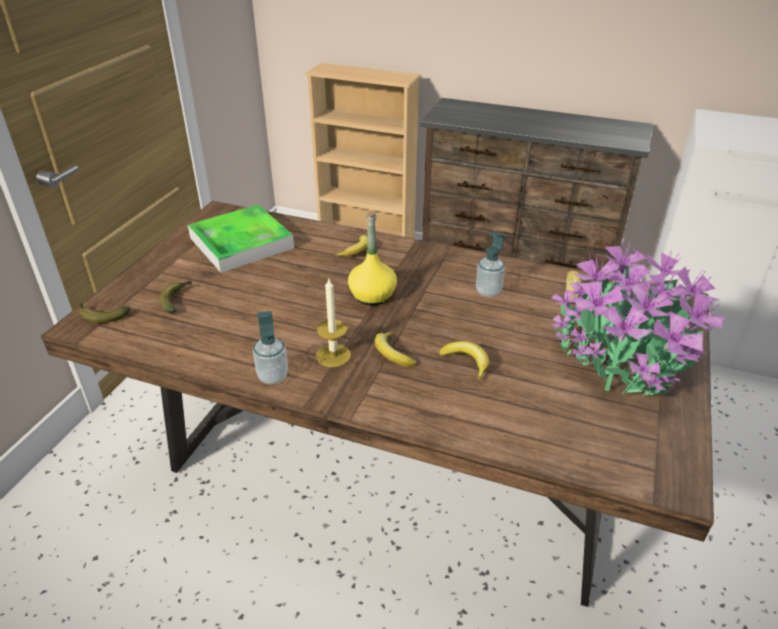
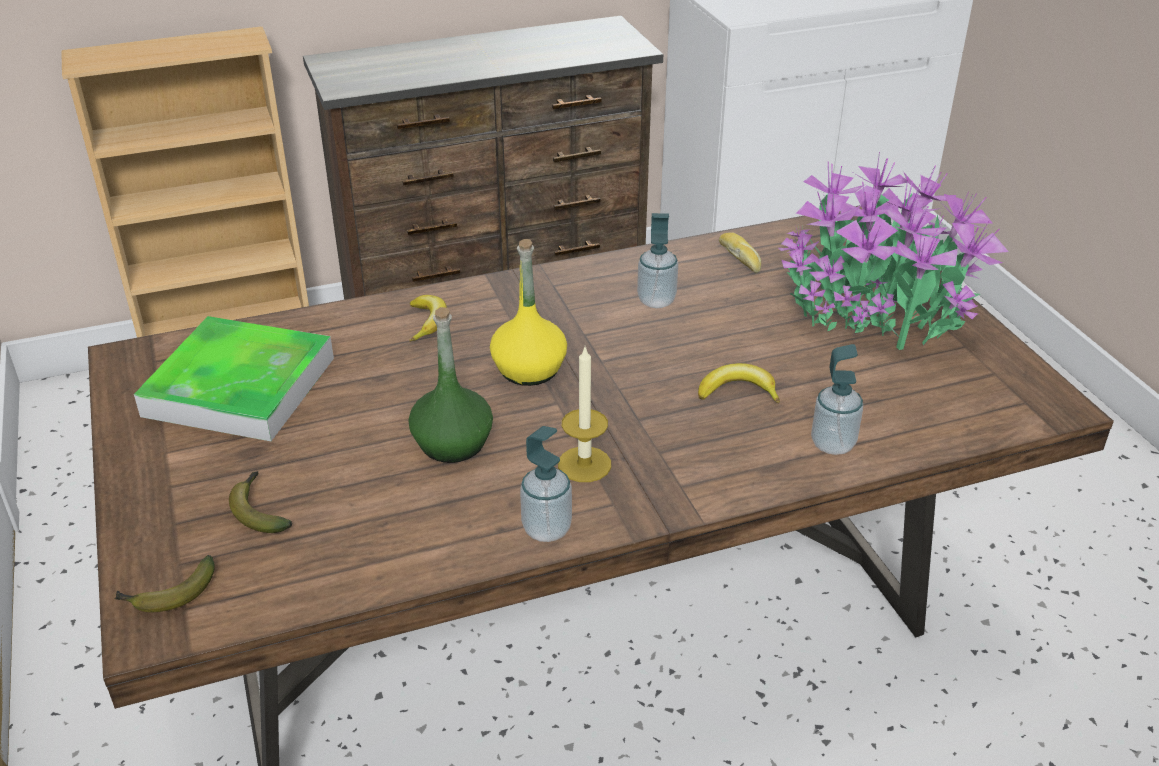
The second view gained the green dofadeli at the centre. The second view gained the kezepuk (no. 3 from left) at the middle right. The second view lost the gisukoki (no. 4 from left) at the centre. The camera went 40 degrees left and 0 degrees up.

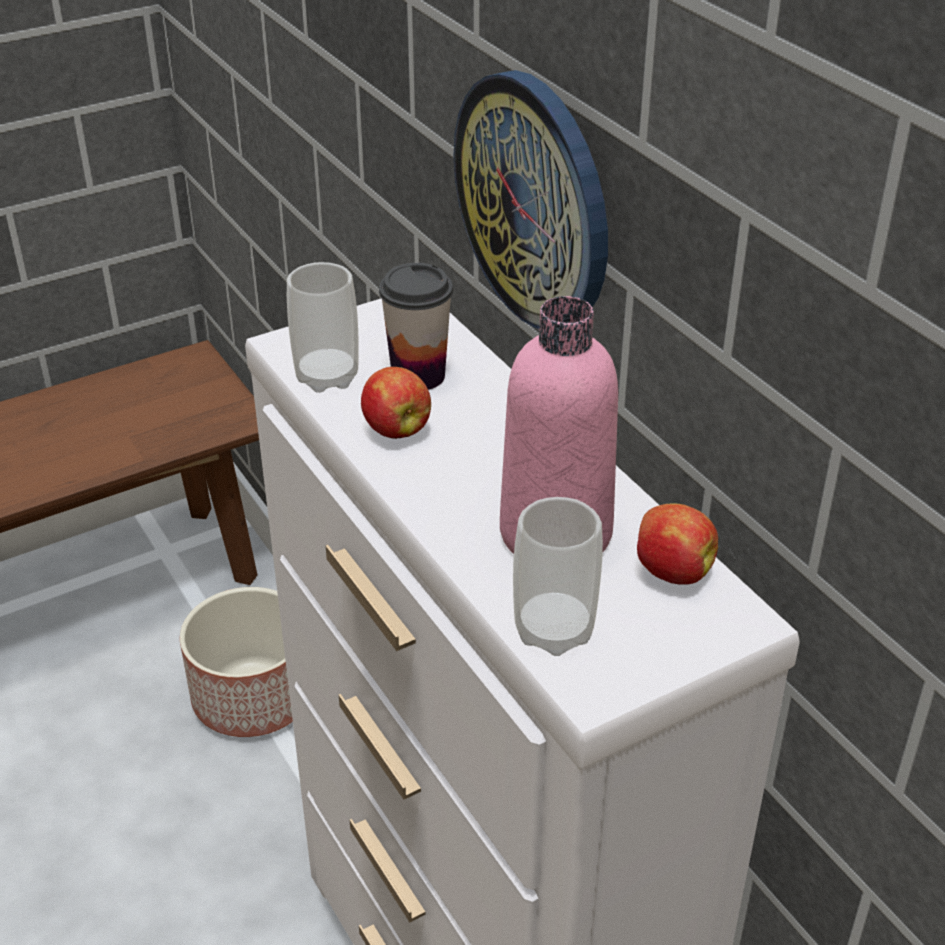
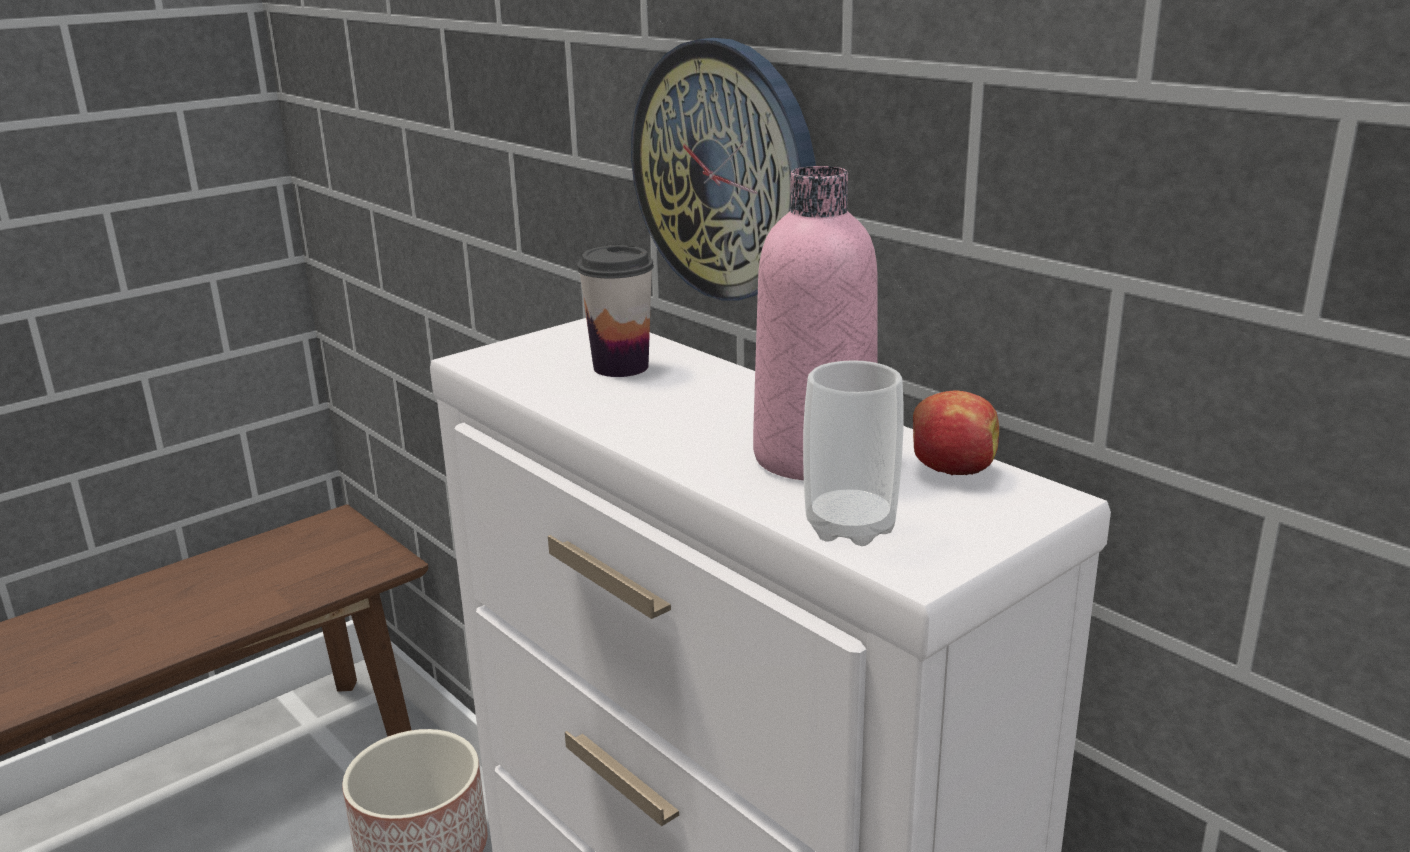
The second view lost the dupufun (no. 1 from left) at the centre. The second view lost the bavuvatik (no. 1 from left) at the centre. The camera went 10 degrees left and 15 degrees down.

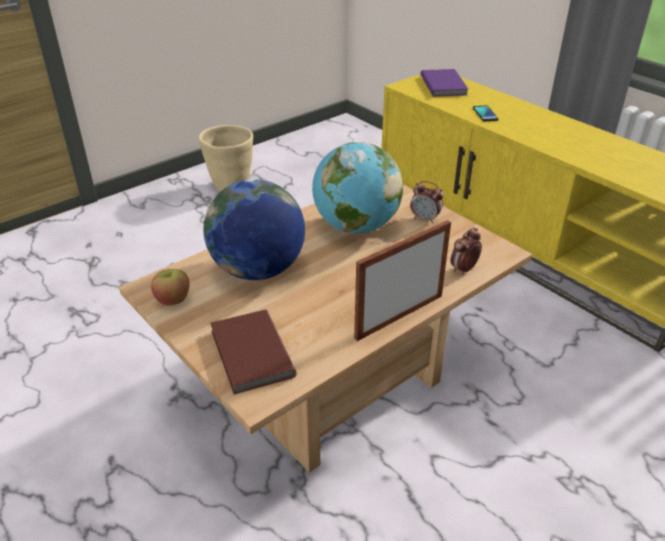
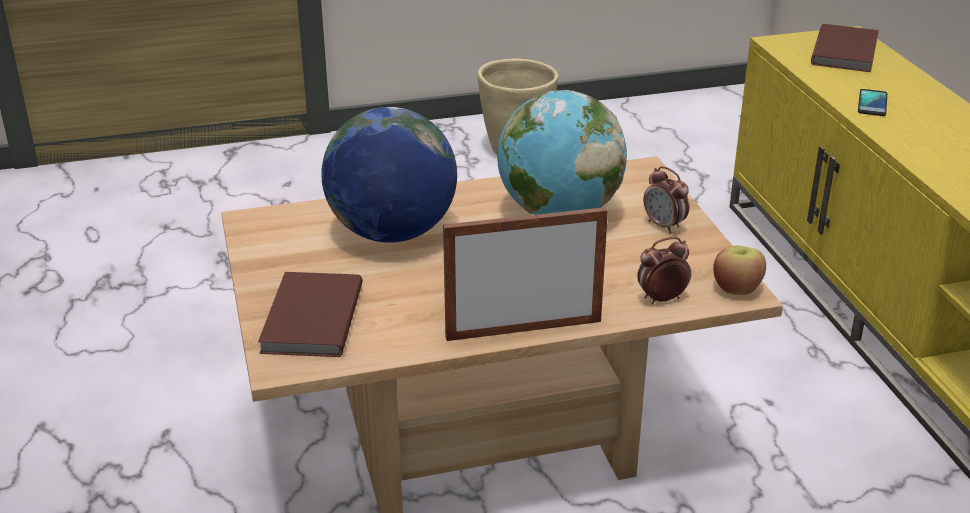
The bavuvatik ended up elsewhere, having gone from the middle left to the middle right. What was the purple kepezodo at the top right turned into the brown kepezodo (no. 2 from left) at the top right. The camera went 25 degrees right and 5 degrees down.

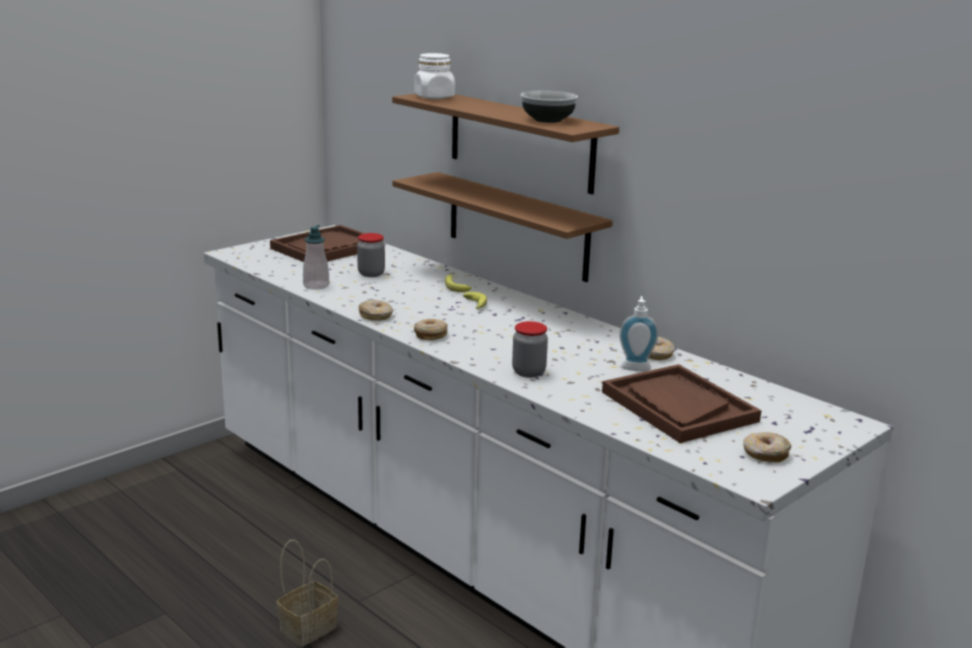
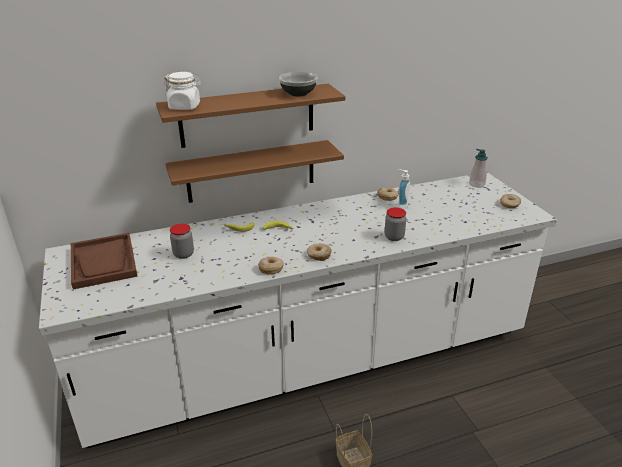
The kezepuk (no. 1 from left in the first image) ended up elsewhere, having gone from the middle left to the middle right. The second view lost the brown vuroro (no. 2 from left) at the middle right. The camera went 65 degrees left and 10 degrees up.

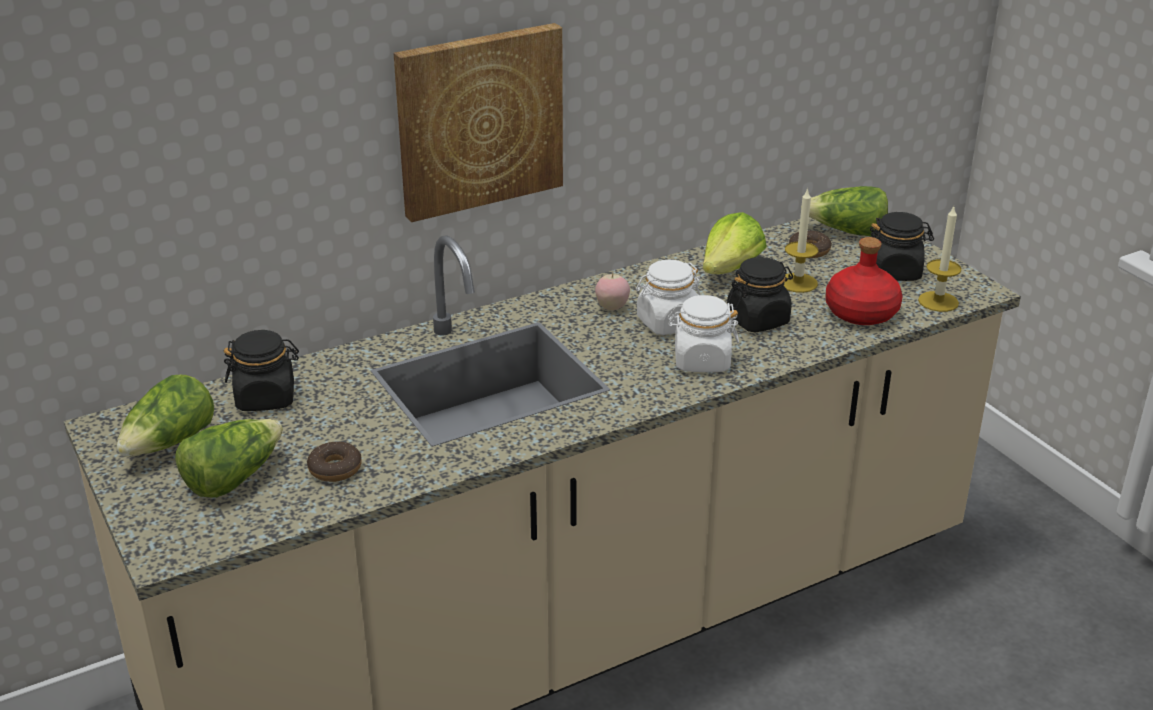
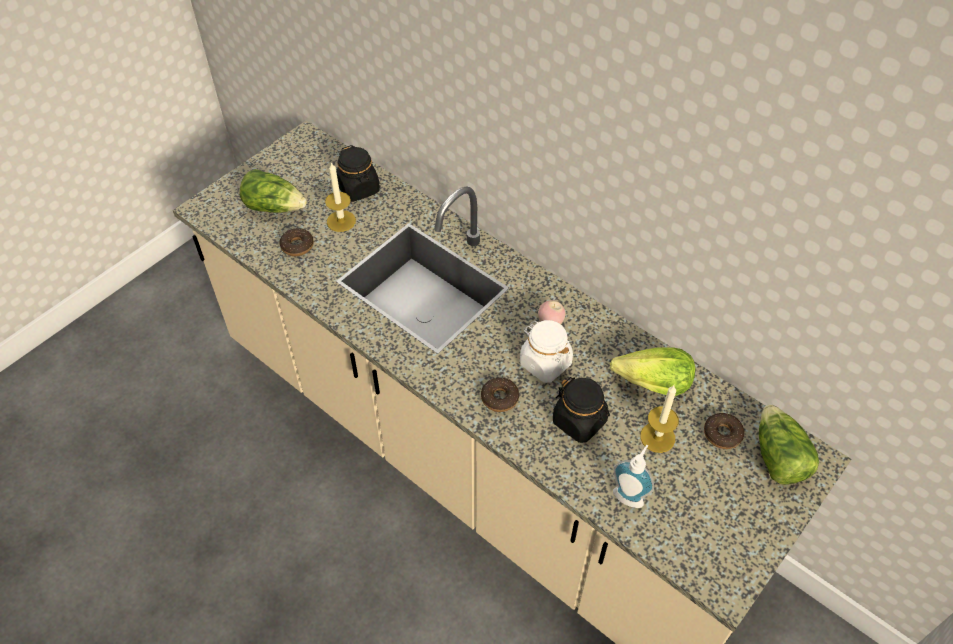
The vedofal (no. 2 from left in the first image) ended up elsewhere, having gone from the middle right to the top centre. Where the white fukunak (no. 2 from left) stood at the centre, the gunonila (no. 2 from left) came to stand at the centre. Where the red dofadeli stood at the middle right, the kezepuk came to stand at the bottom centre. The second view lost the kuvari (no. 1 from left) at the middle left. The second view lost the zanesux at the top centre. The second view lost the black fukunak (no. 3 from left) at the middle right. The camera went 70 degrees right and 20 degrees up.

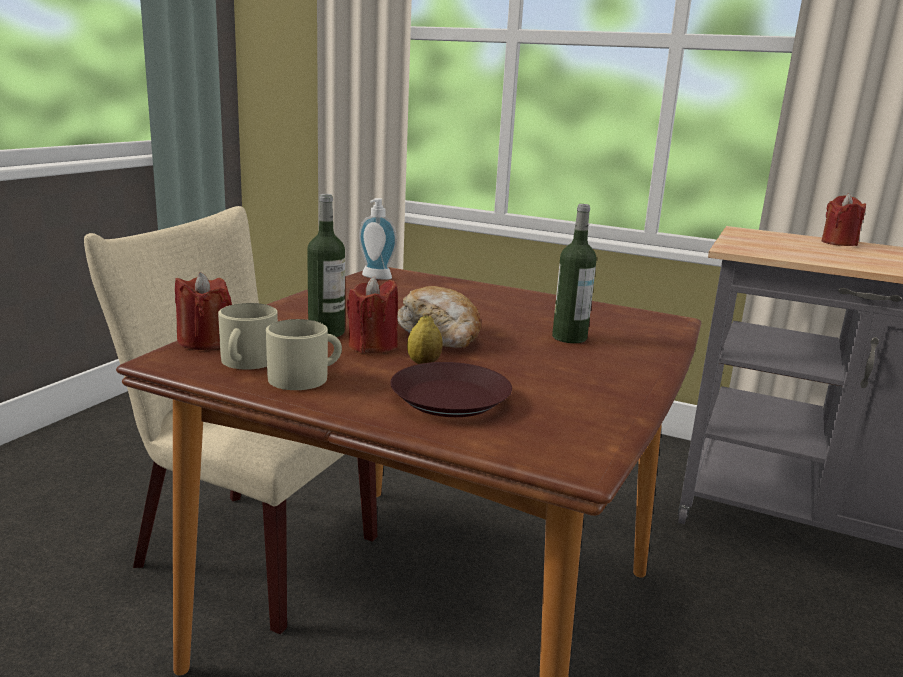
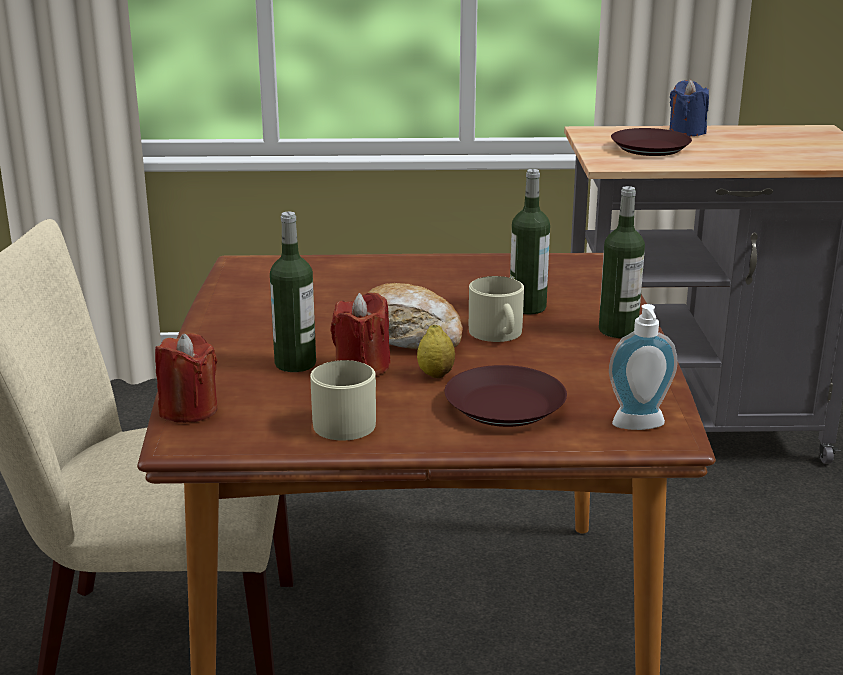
The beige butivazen (no. 1 from left in the first image) ended up elsewhere, having gone from the middle left to the centre. The second view gained the dofadeli (no. 3 from left) at the middle right. The kezepuk ended up elsewhere, having gone from the centre to the middle right. The second view gained the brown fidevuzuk (no. 2 from left) at the top right. What was the red vedofal (no. 3 from left) at the top right turned into the blue vedofal at the top right. The camera went 25 degrees left and 5 degrees up.

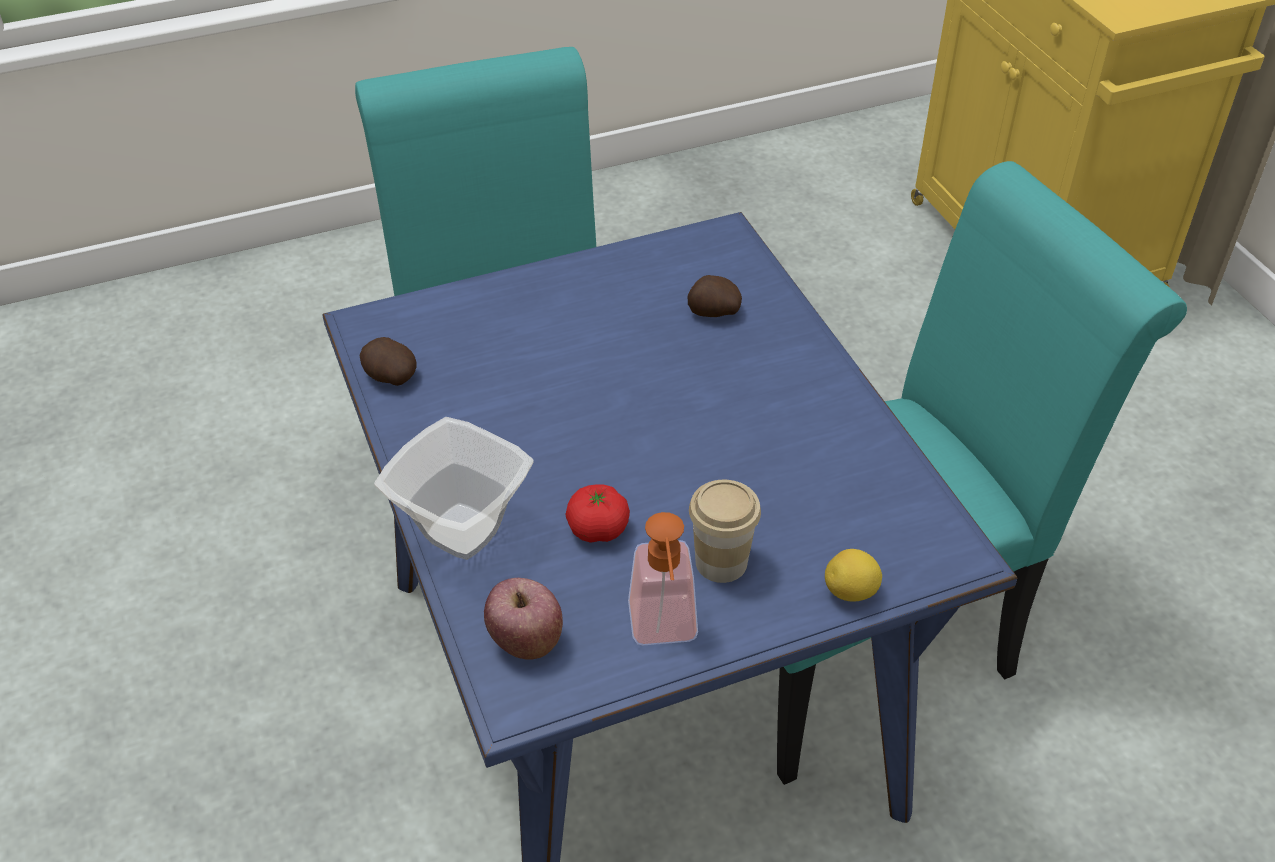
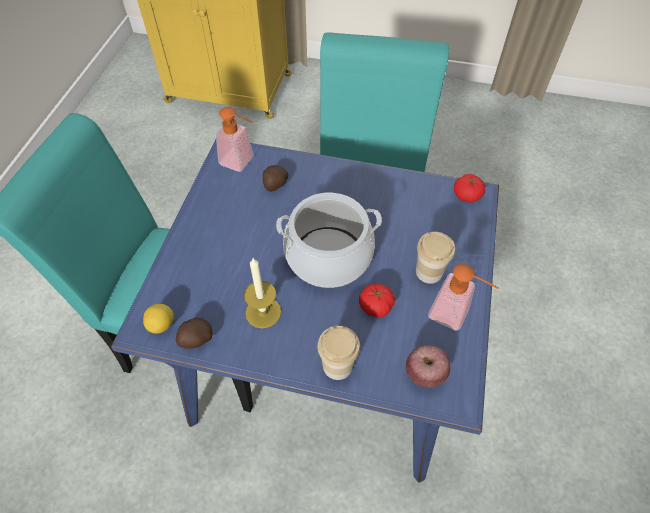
The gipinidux ended up elsewhere, having gone from the bottom right to the middle left. The second view gained the kezepuk (no. 1 from left) at the top centre. The second view gained the vedofal at the centre. The second view gained the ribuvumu at the centre. Where the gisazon stood at the centre, the dupufun (no. 1 from left) came to stand at the bottom centre. The second view gained the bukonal (no. 2 from left) at the middle right. The camera went 55 degrees left and 10 degrees up.

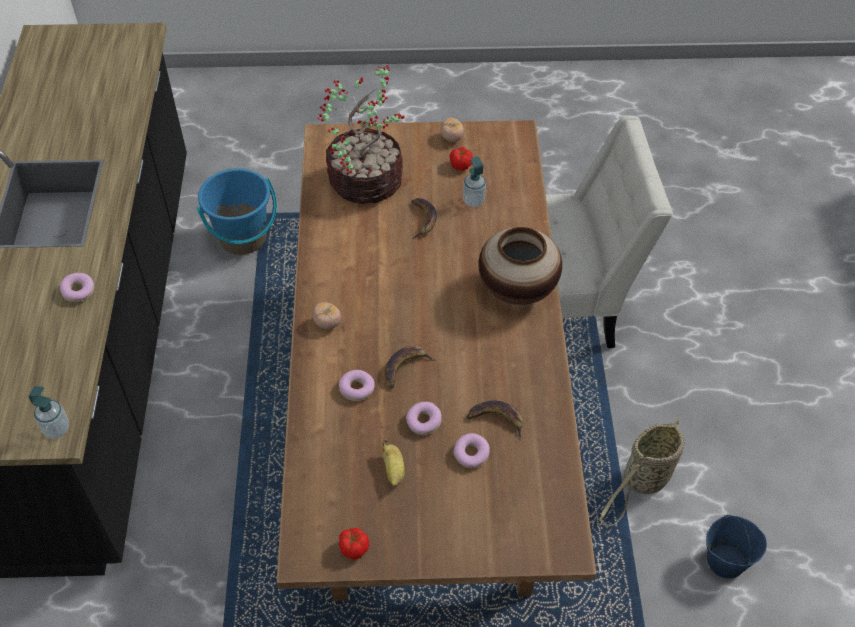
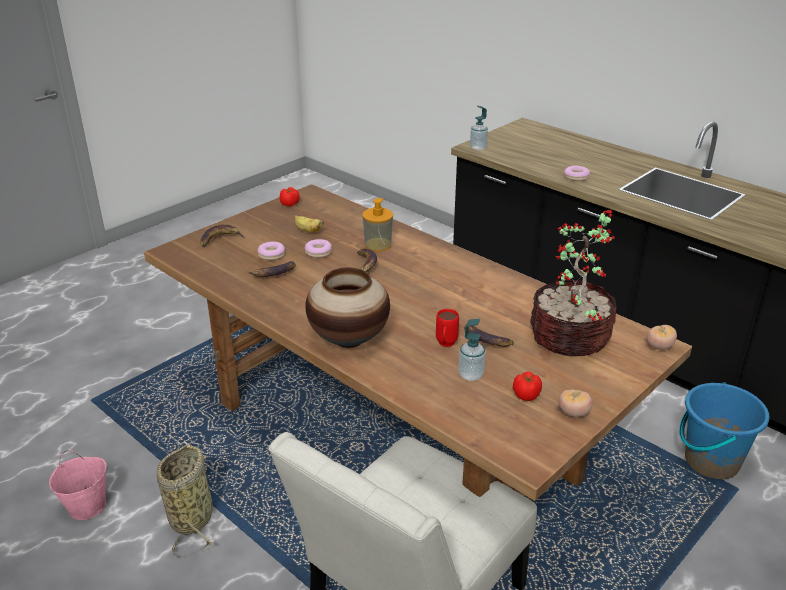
What was the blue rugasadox (no. 2 from left) at the bottom right turned into the pink rugasadox at the bottom left. The second view gained the gisukoki (no. 1 from left) at the middle left. Where the gunonila (no. 2 from left) stood at the centre, the kezepuk (no. 1 from left) came to stand at the centre. The second view gained the red butivazen at the centre. The bukonal (no. 1 from left in the first image) ended up elsewhere, having gone from the centre to the middle right. The camera went 135 degrees right and 20 degrees down.

